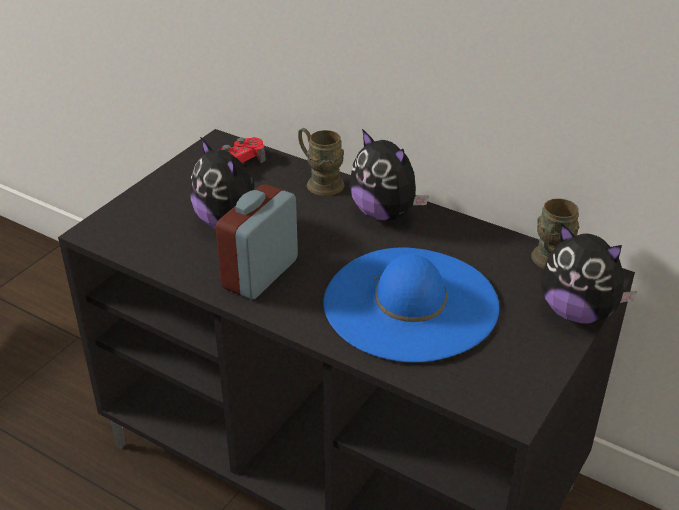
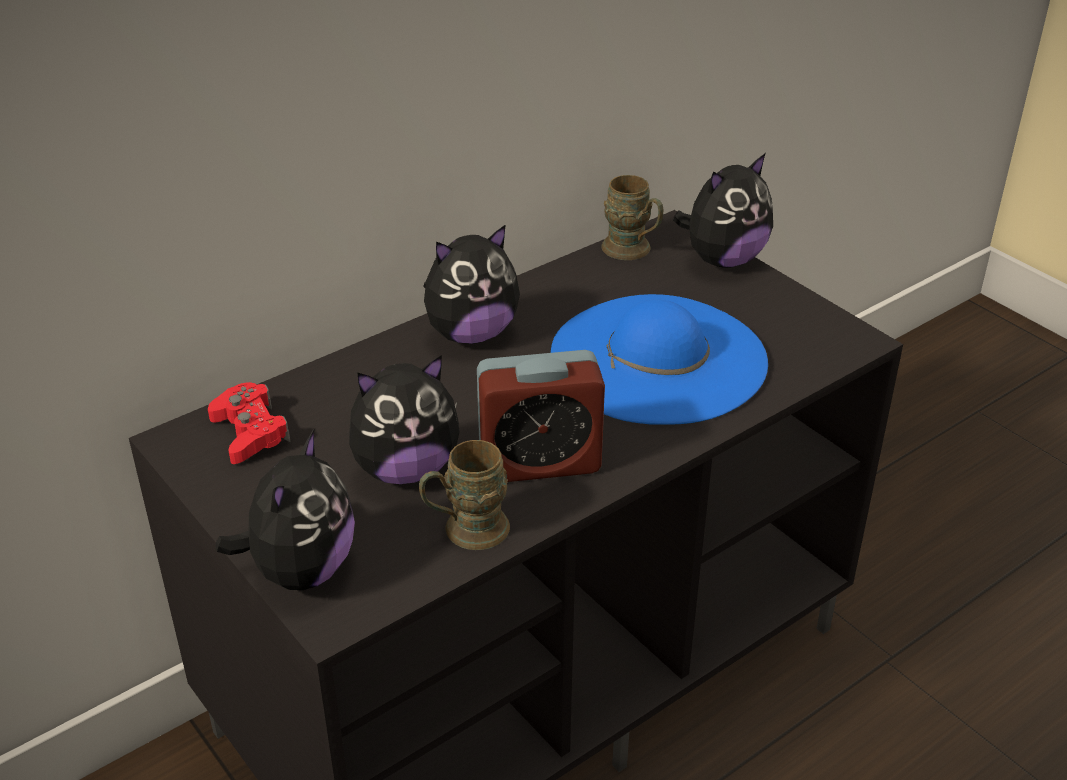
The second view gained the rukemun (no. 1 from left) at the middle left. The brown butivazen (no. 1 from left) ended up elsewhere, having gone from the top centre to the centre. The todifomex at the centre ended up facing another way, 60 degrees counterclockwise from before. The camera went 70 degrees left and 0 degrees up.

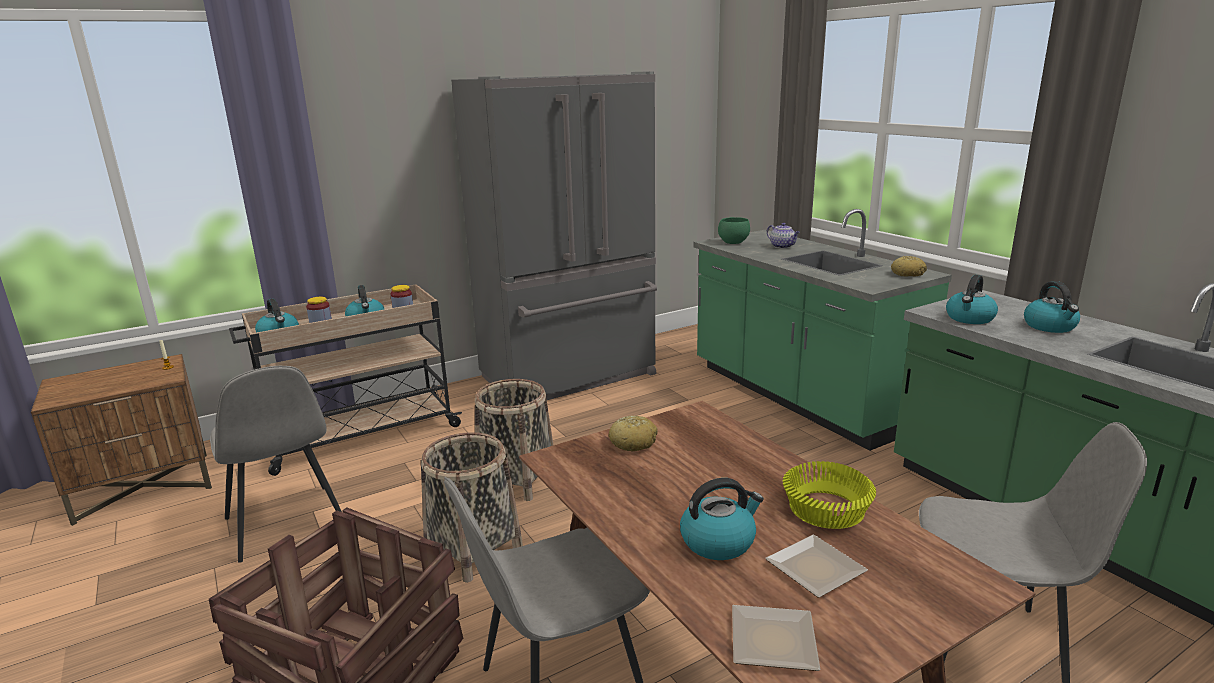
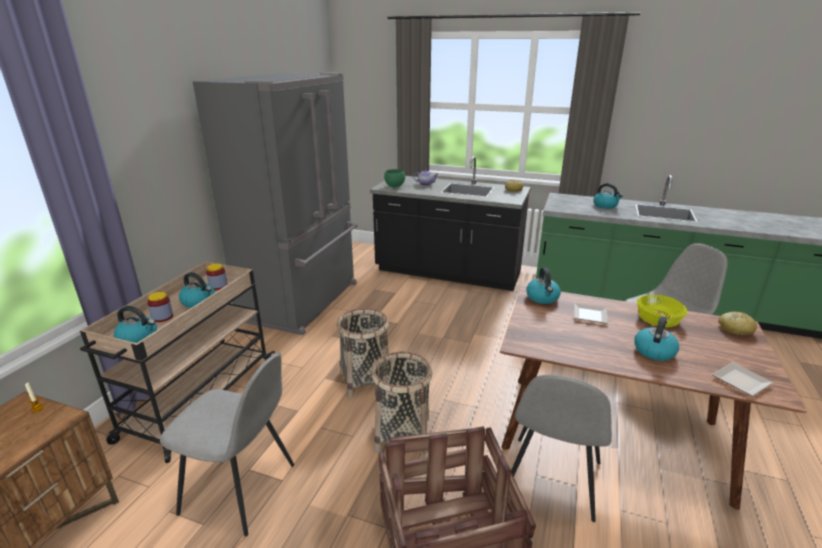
What was the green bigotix (no. 1 from left) at the middle right turned into the black bigotix at the centre. The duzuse (no. 4 from left in the first image) ended up elsewhere, having gone from the middle right to the centre. The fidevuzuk (no. 2 from left in the first image) ended up elsewhere, having gone from the bottom right to the middle right. The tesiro (no. 1 from left in the first image) ended up elsewhere, having gone from the centre to the middle right. The camera went 40 degrees left and 5 degrees up.

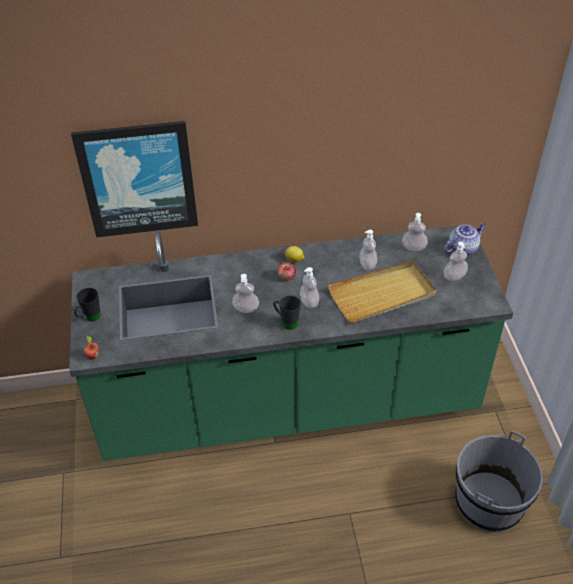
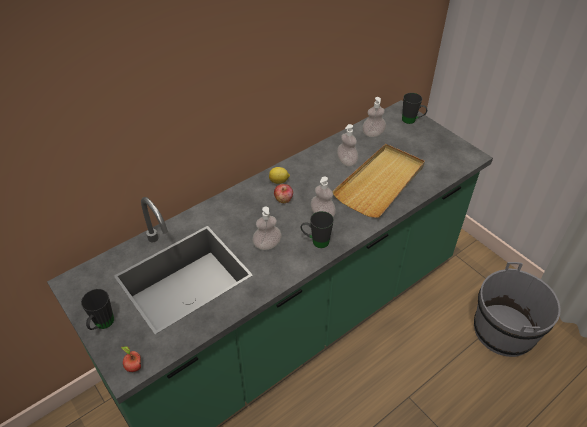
Where the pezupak stood at the middle right, the black butivazen (no. 3 from left) came to stand at the top right. The second view lost the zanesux at the top left. The second view lost the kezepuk (no. 5 from left) at the middle right. The camera went 30 degrees left and 0 degrees up.

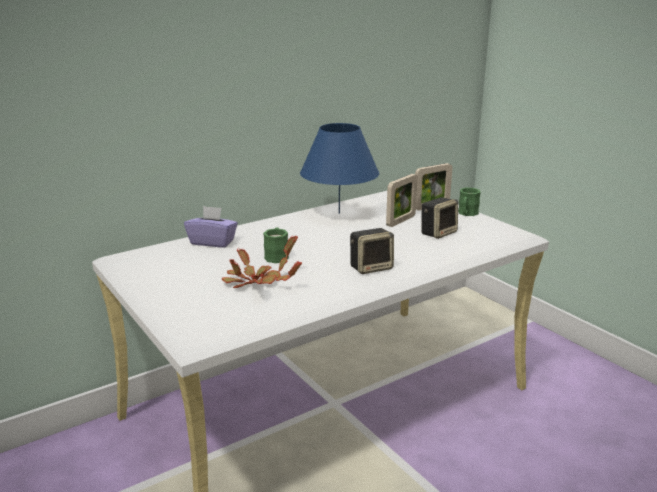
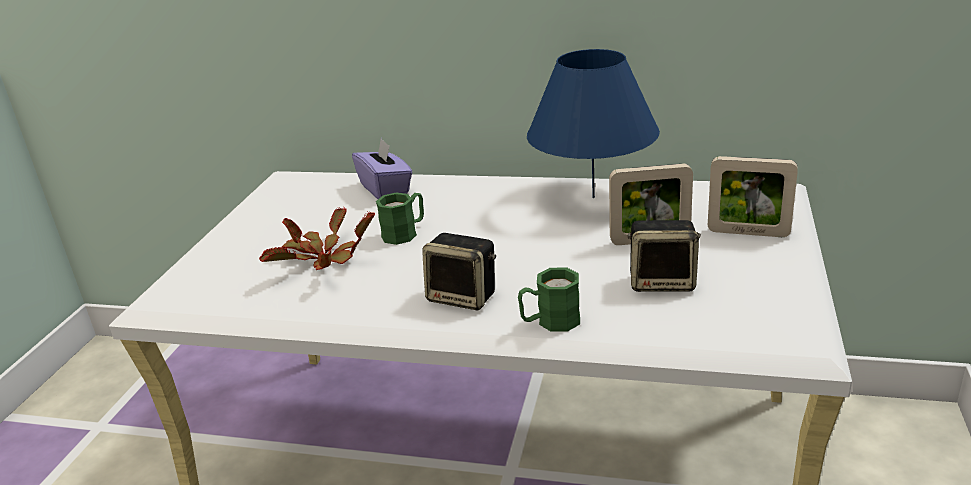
The green butivazen (no. 2 from left) ended up elsewhere, having gone from the middle right to the centre. The camera went 50 degrees right and 5 degrees up.

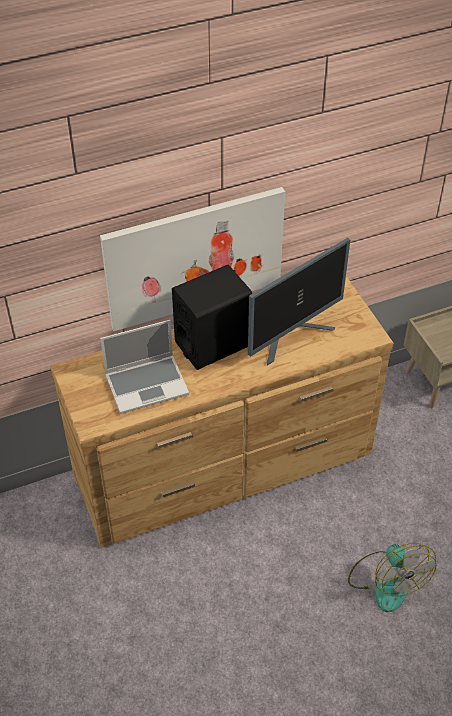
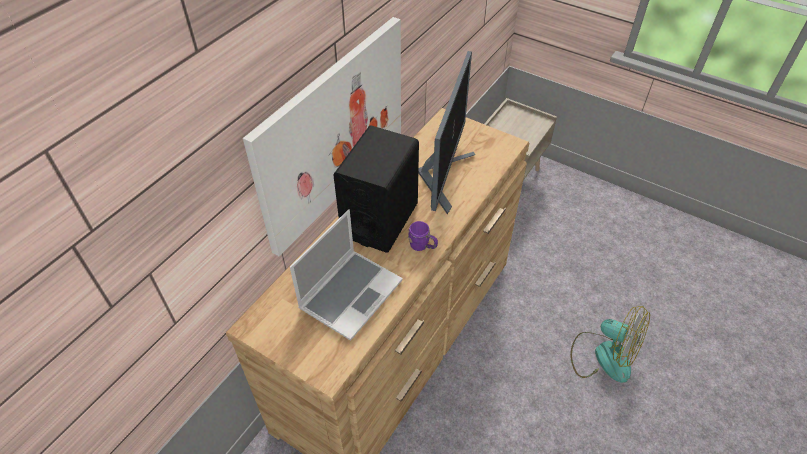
The second view gained the purple butivazen at the centre. The camera went 35 degrees left and 0 degrees up.

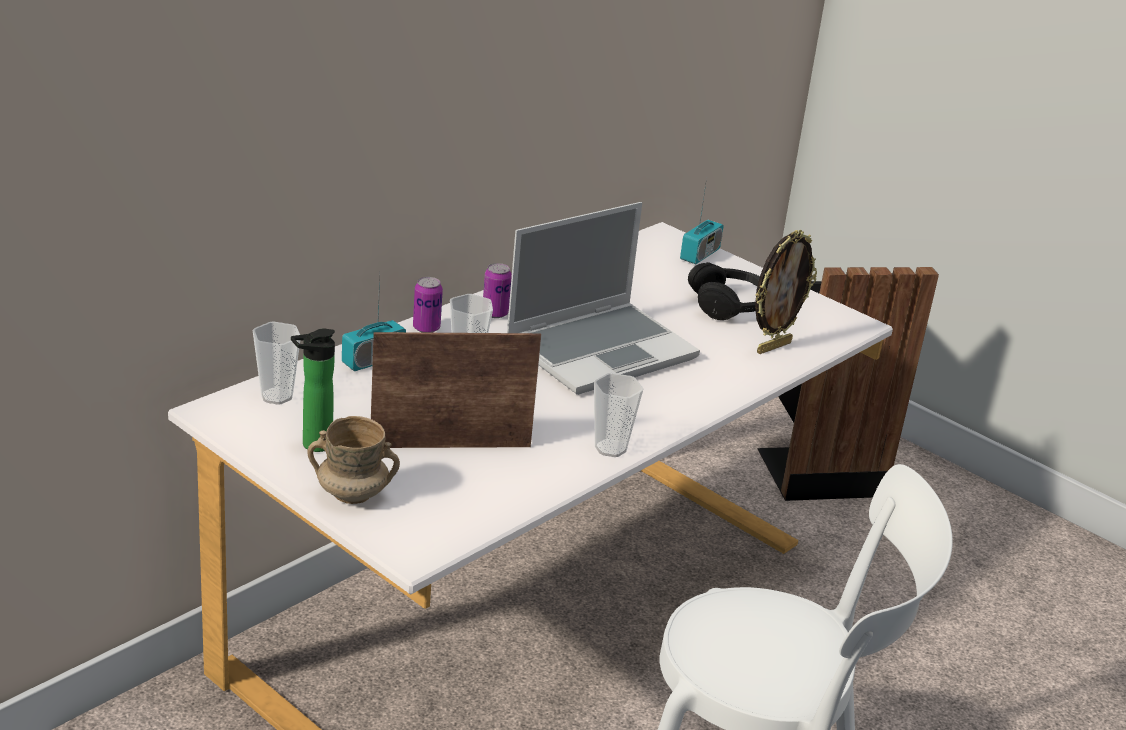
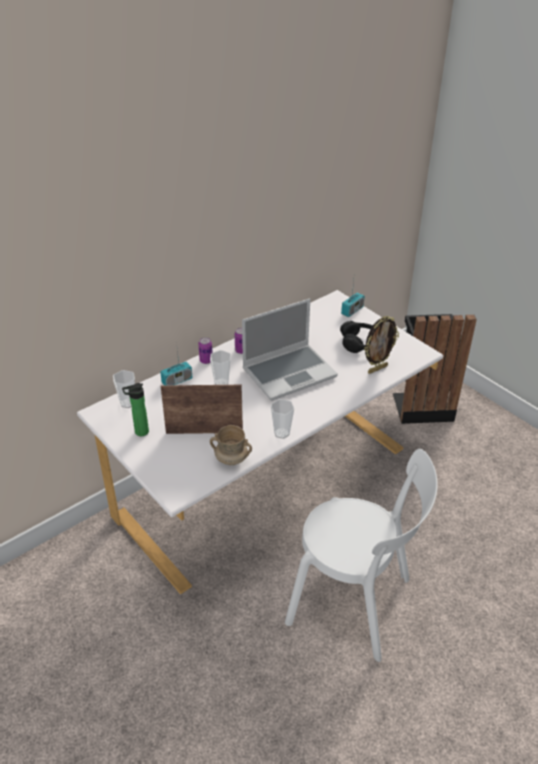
The beige butivazen ended up elsewhere, having gone from the middle left to the centre. The camera went 10 degrees right and 10 degrees up.

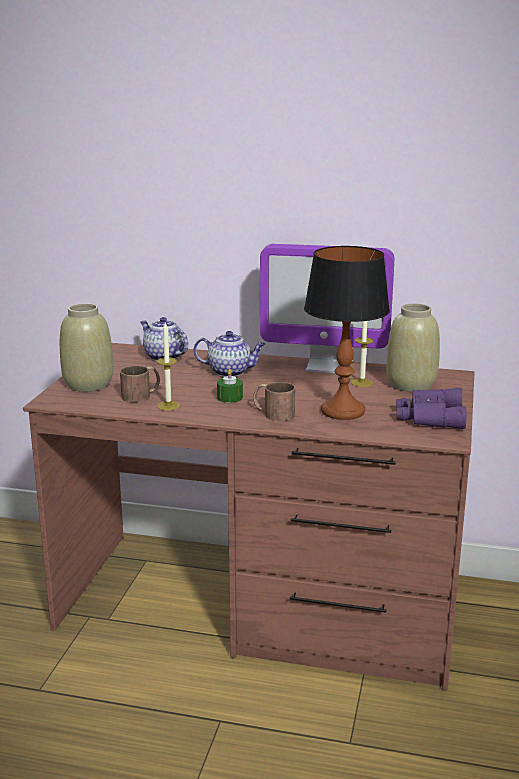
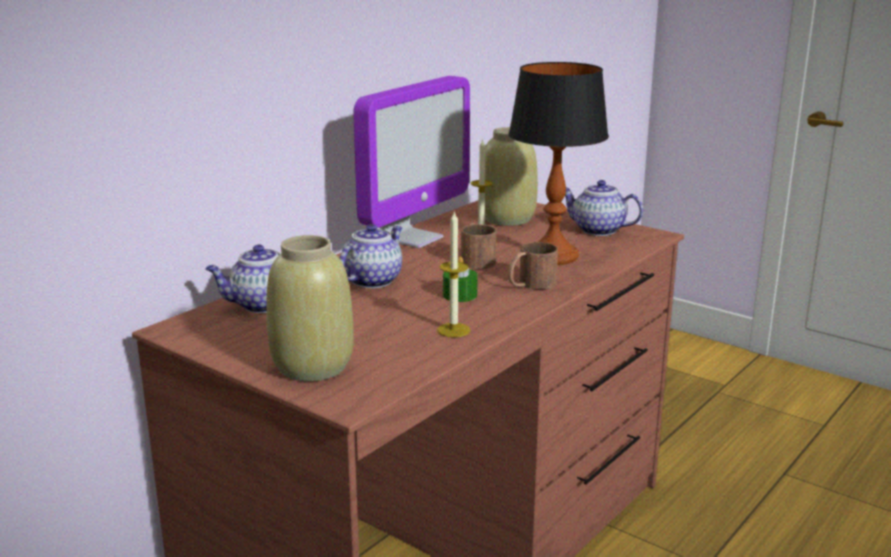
The brown butivazen (no. 1 from left) ended up elsewhere, having gone from the middle left to the centre. Where the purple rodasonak stood at the middle right, the pezupak (no. 3 from left) came to stand at the middle right. The camera went 65 degrees left and 0 degrees up.

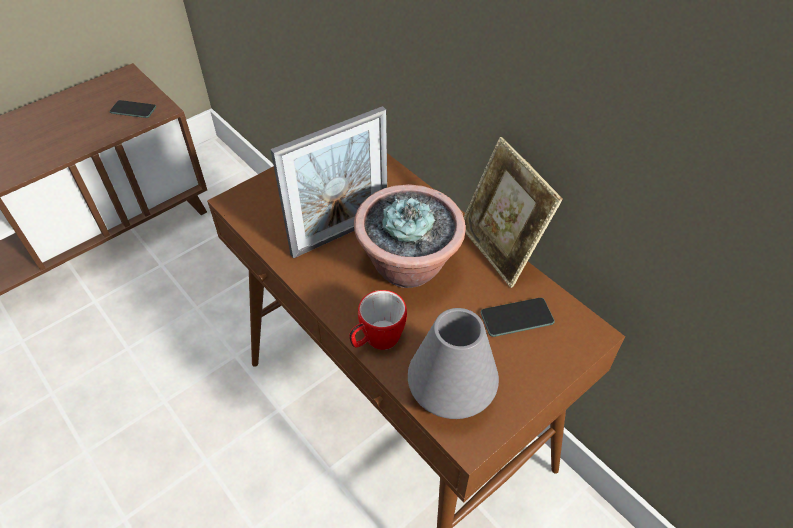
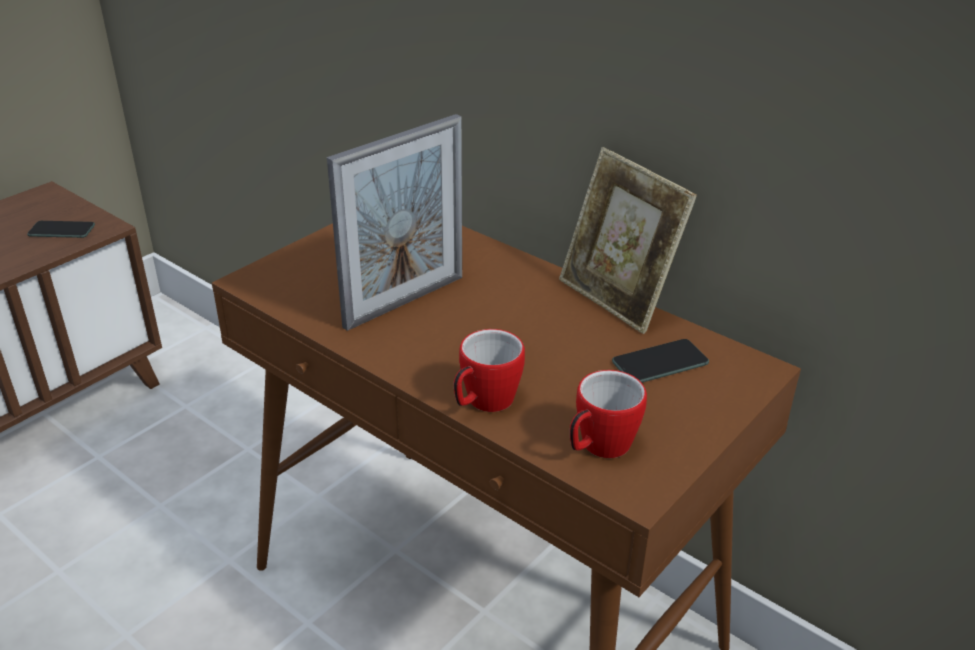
Where the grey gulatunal stood at the bottom centre, the butivazen (no. 2 from left) came to stand at the centre. The second view lost the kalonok at the centre. The camera went 10 degrees left and 15 degrees down.

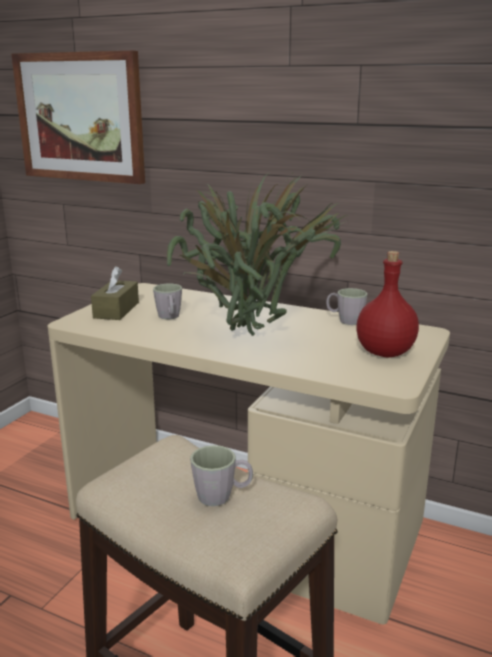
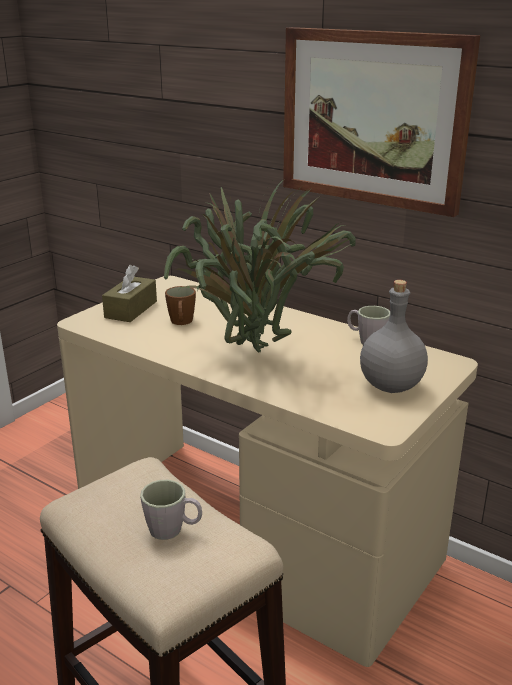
What was the grey butivazen (no. 1 from left) at the centre turned into the brown butivazen at the centre. The zanesux ended up elsewhere, having gone from the top left to the top right. What was the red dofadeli at the middle right turned into the grey dofadeli at the middle right. The camera went 10 degrees right and 5 degrees up.

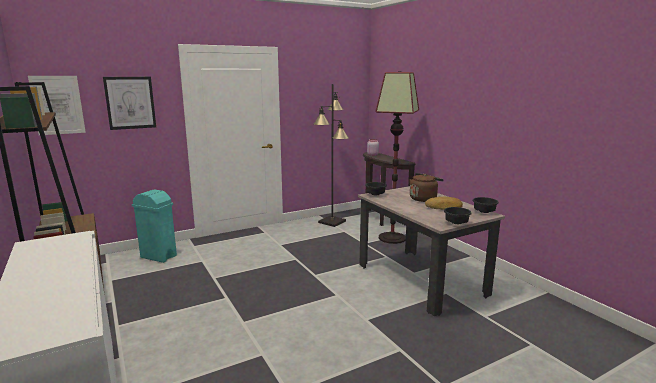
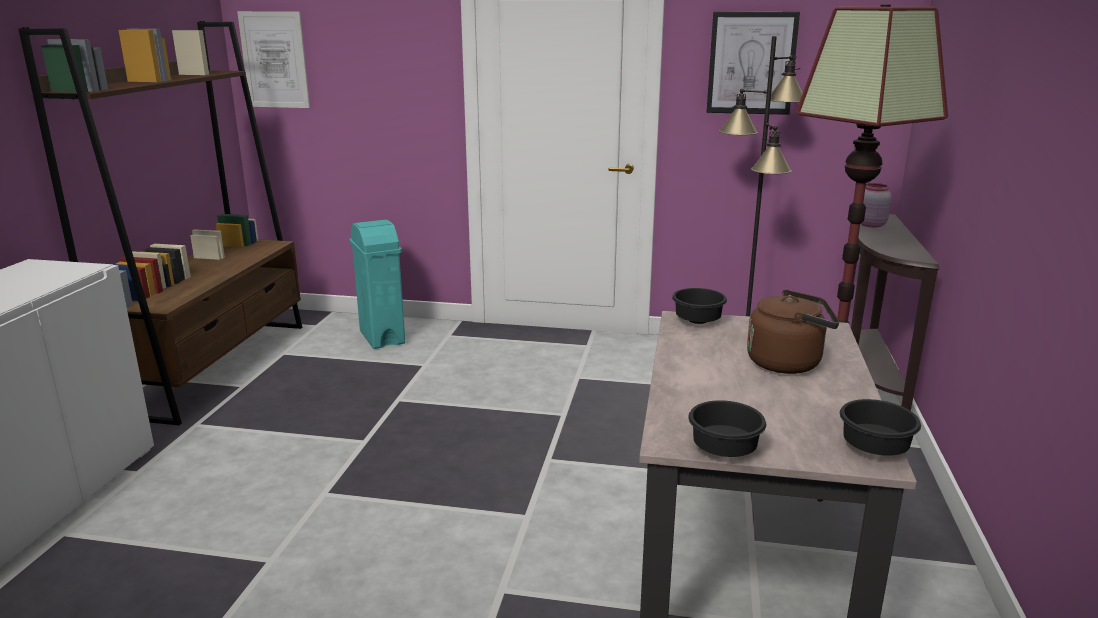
The zanesux (no. 2 from left) ended up elsewhere, having gone from the top left to the top right. The second view lost the tesiro at the middle right. The camera went 40 degrees right and 5 degrees up.

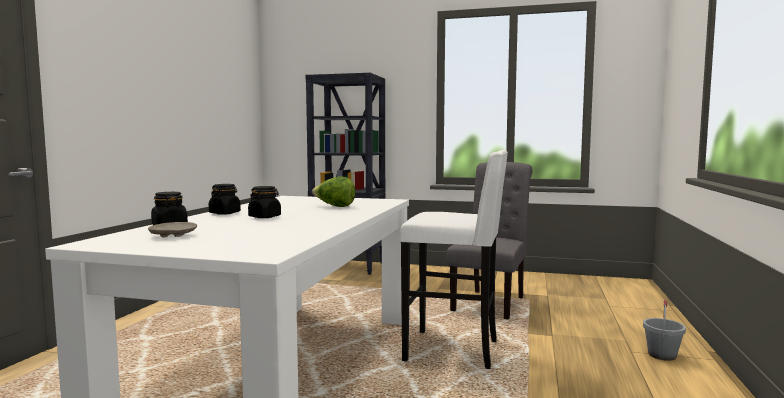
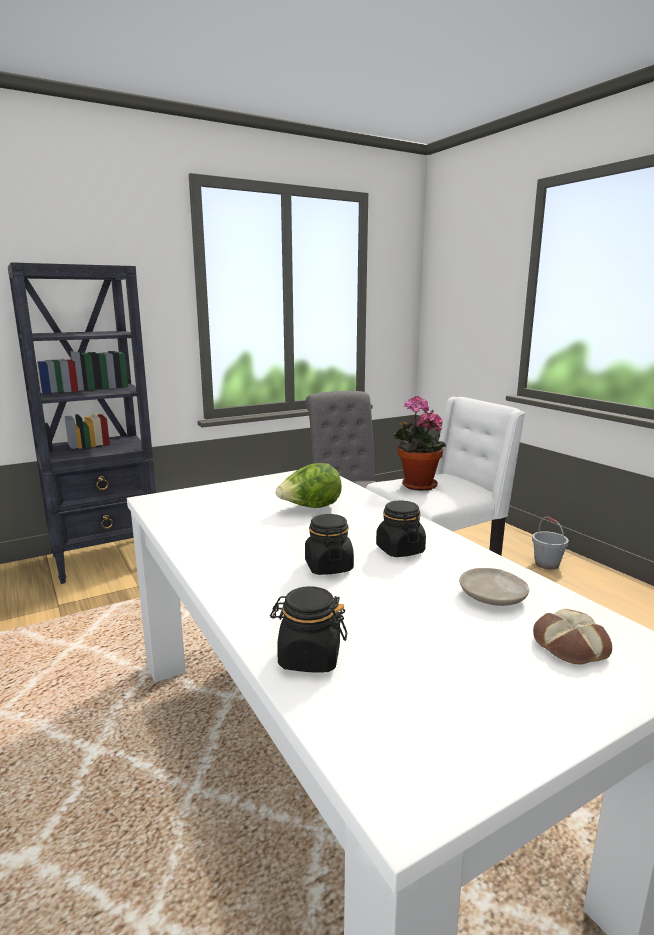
The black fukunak (no. 2 from left in the first image) ended up elsewhere, having gone from the middle left to the centre. The second view gained the kalonok at the centre. The beige fidevuzuk ended up elsewhere, having gone from the middle left to the middle right. The second view gained the tesiro at the bottom right. The camera went 45 degrees left and 10 degrees up.

